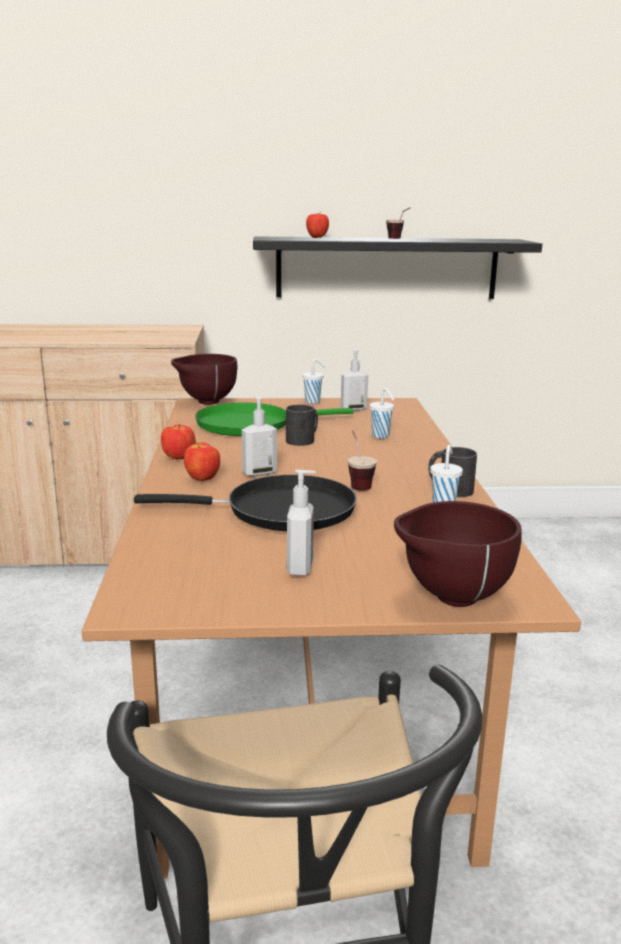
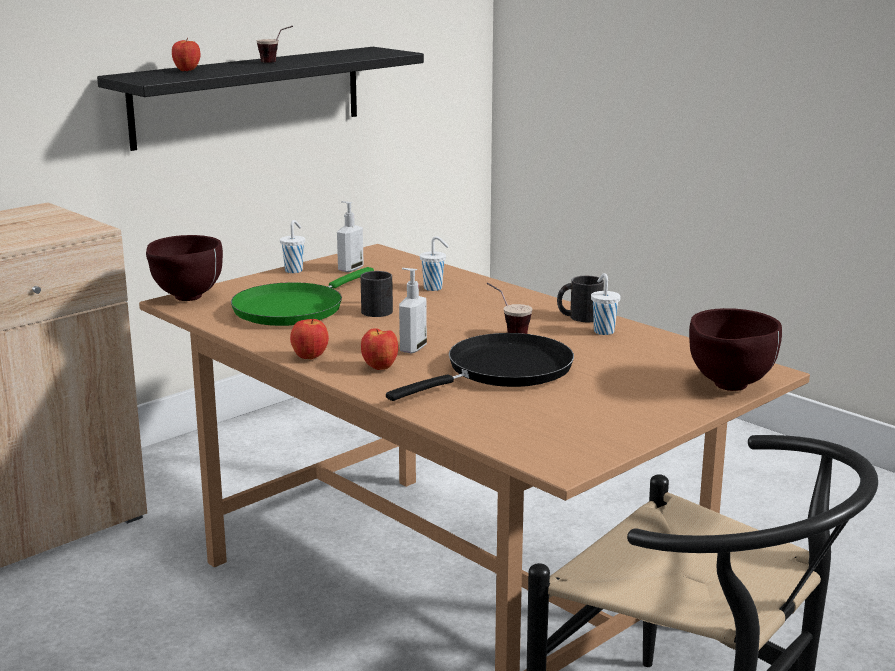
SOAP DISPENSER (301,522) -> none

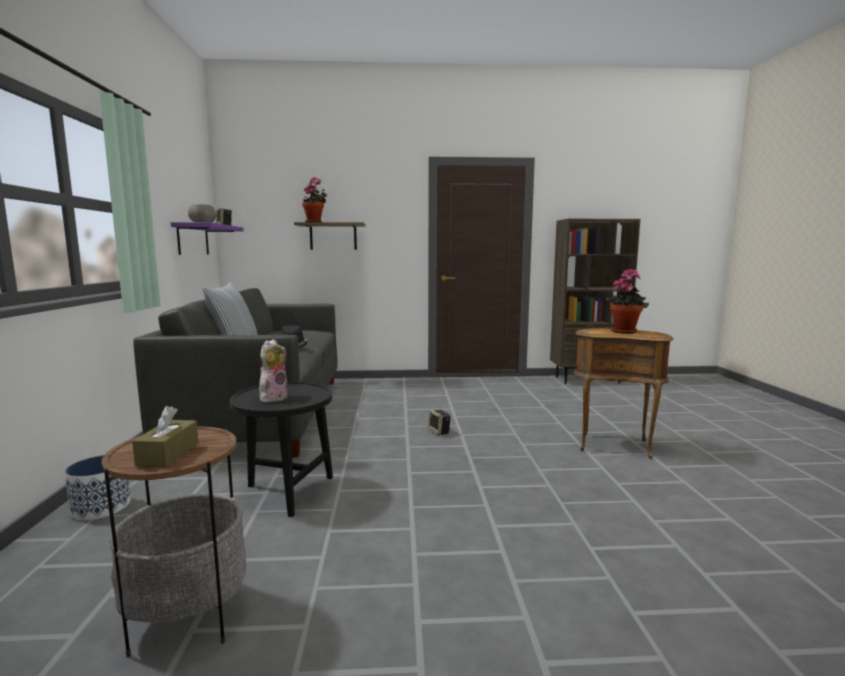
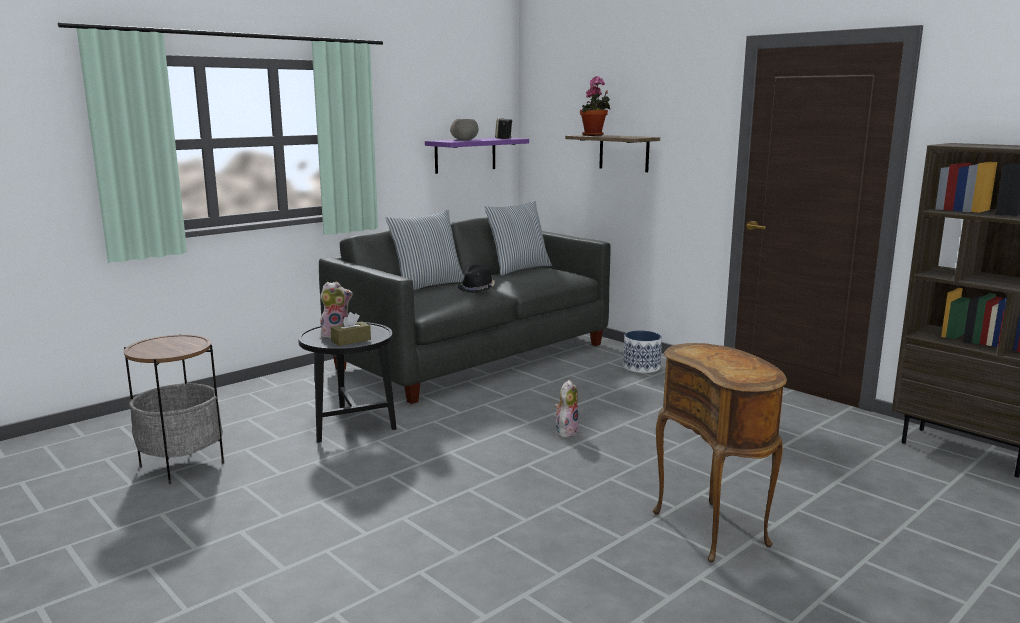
HOUSEPLANT (627,301) -> none
none -> THROW PILLOW (518,238)
PLANT POT (98,487) -> PLANT POT (642,352), move
BROWNISH TISSUE BOX (165,436) -> BROWNISH TISSUE BOX (350,329), move
AUDIO SPEAKER (439,422) -> CUDDLY TOY (567,409)

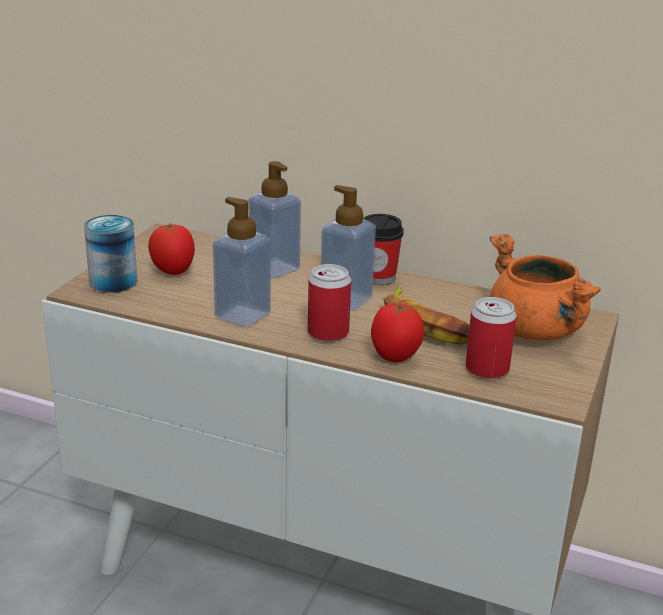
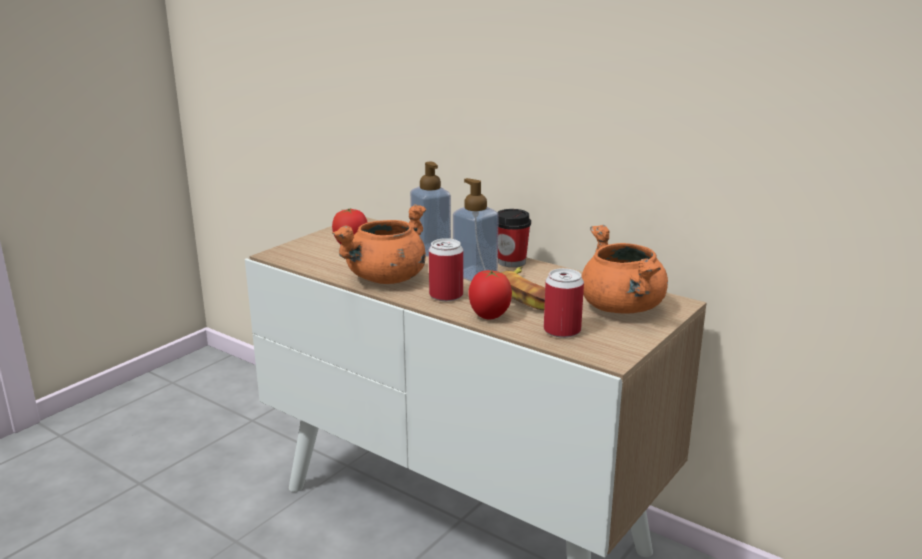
CAN (110,254) -> none
SOAP DISPENSER (242,262) -> ORANGEY STOCKPOT (379,244)

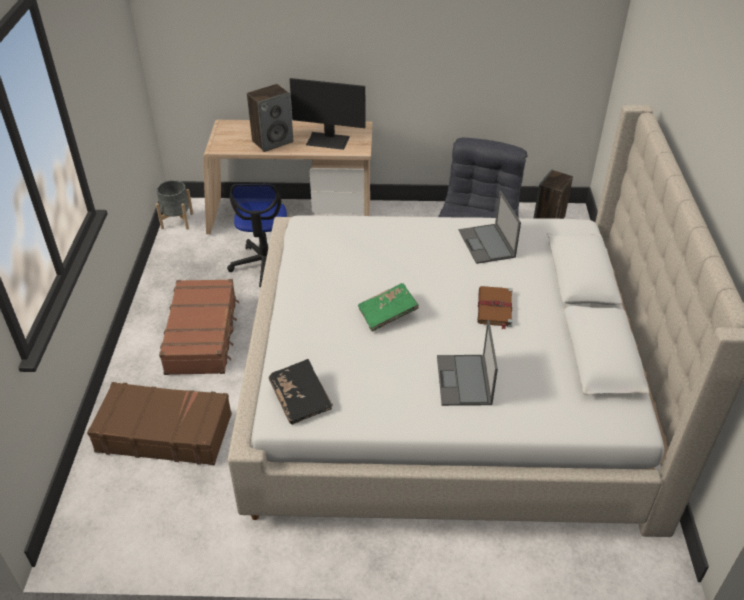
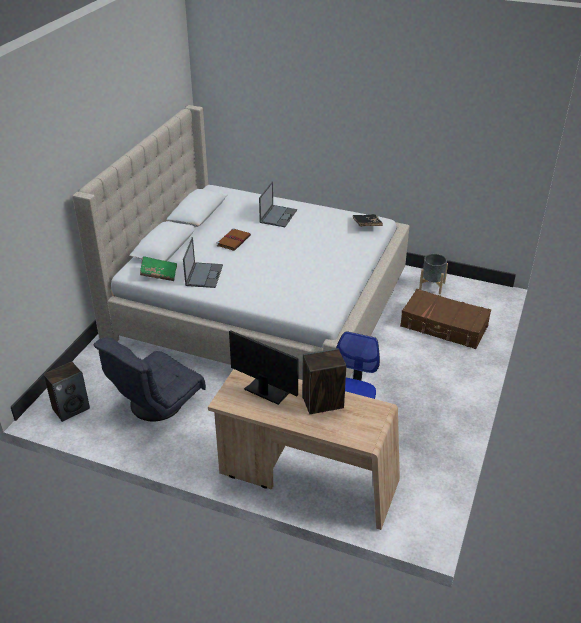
BROWNISH SUITCASE (199,327) -> none
GRAY PLANT POT (174,205) -> GRAY PLANT POT (433,274), move
GREENISH BOUND BOOK (388,307) -> GREENISH BOUND BOOK (158,268), move

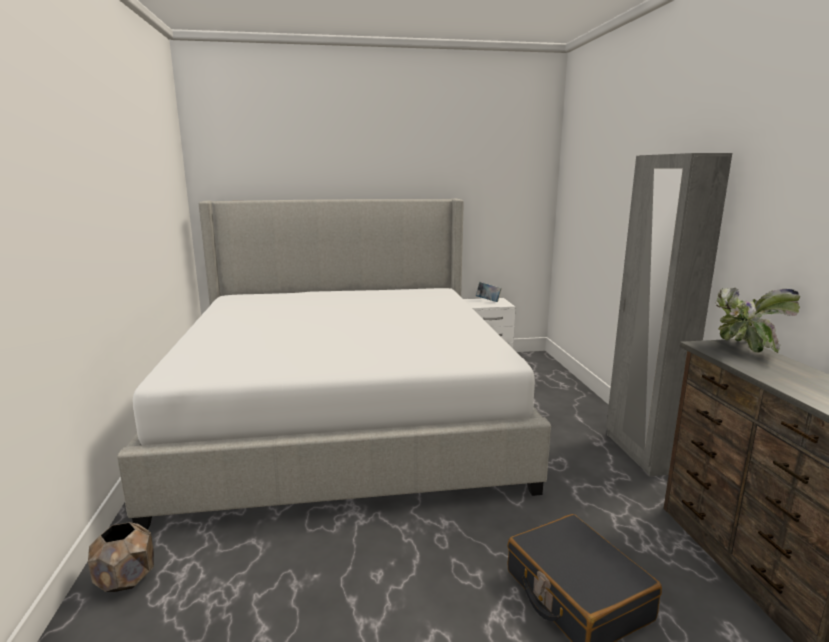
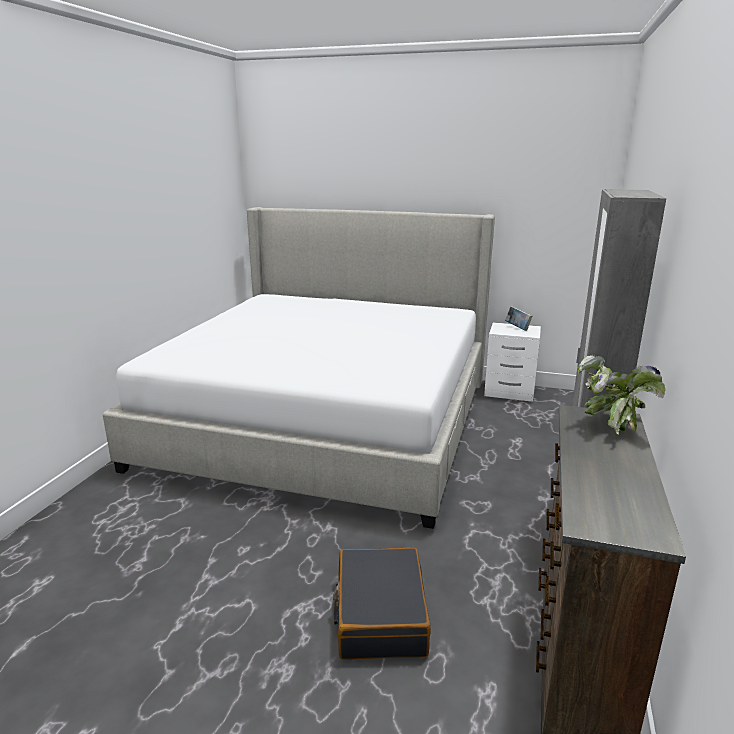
BROWNISH PLANT POT (121,557) -> none

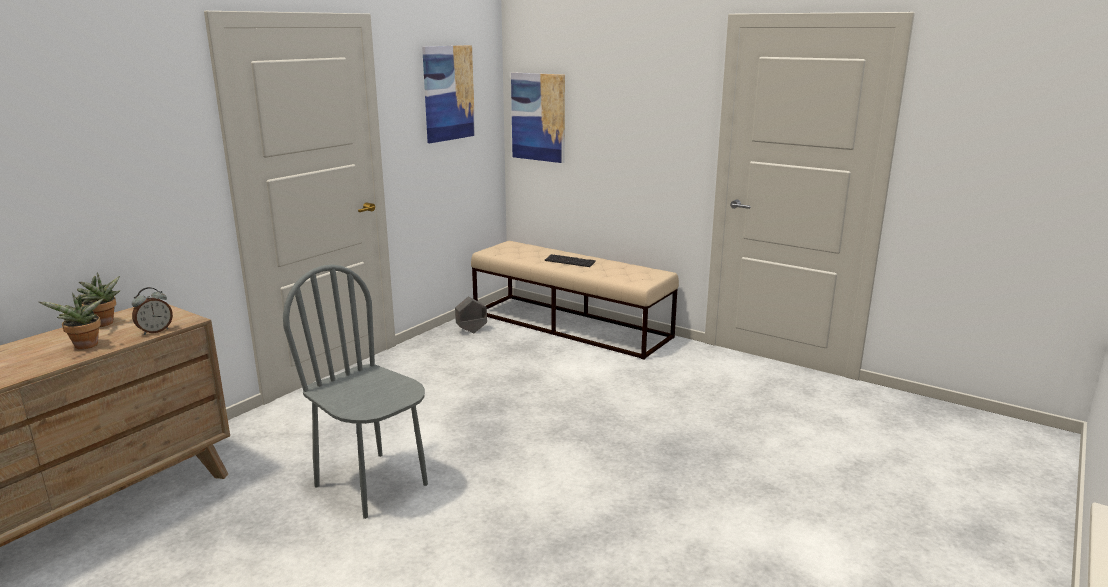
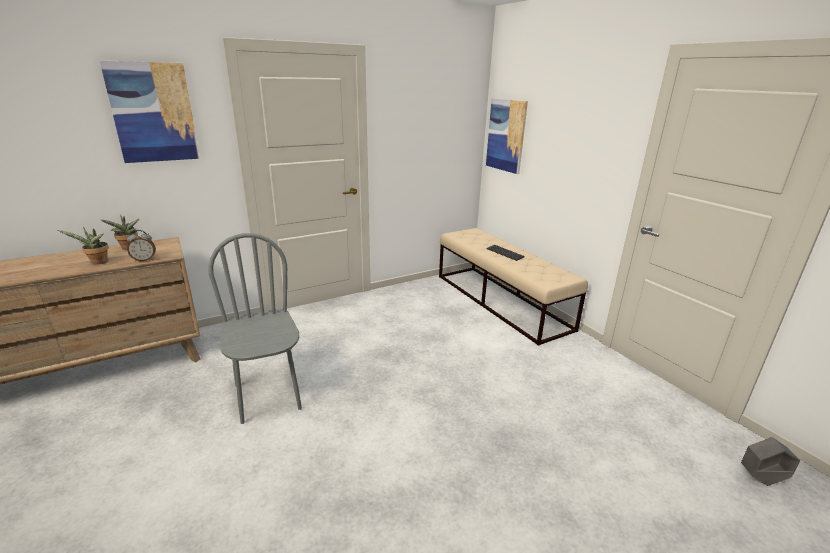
WALL PICTURE (448,94) -> WALL PICTURE (150,112), move
GRAY PLANT POT (471,315) -> GRAY PLANT POT (770,461), move

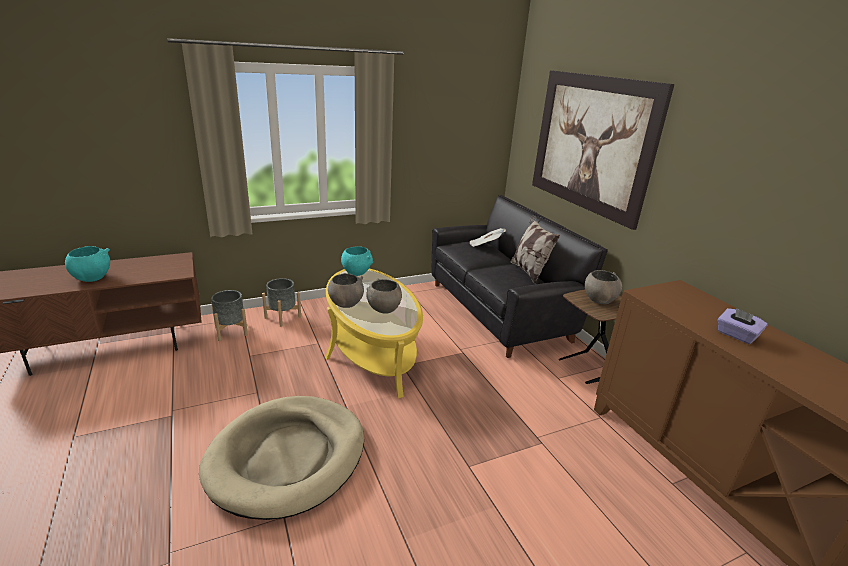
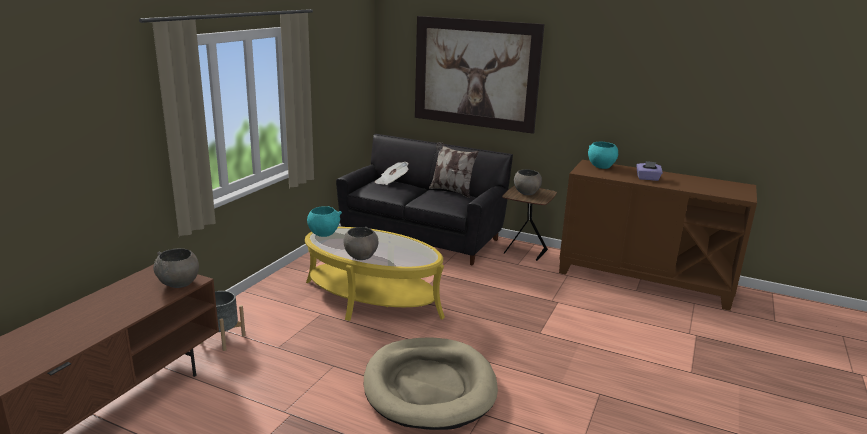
GRAY PLANT POT (281,302) -> none
TURQUOISE-COLOURED DEEP DISH (87,264) -> TURQUOISE-COLOURED DEEP DISH (603,155), move
GRAY DEEP DISH (384,296) -> GRAY DEEP DISH (176,268), move

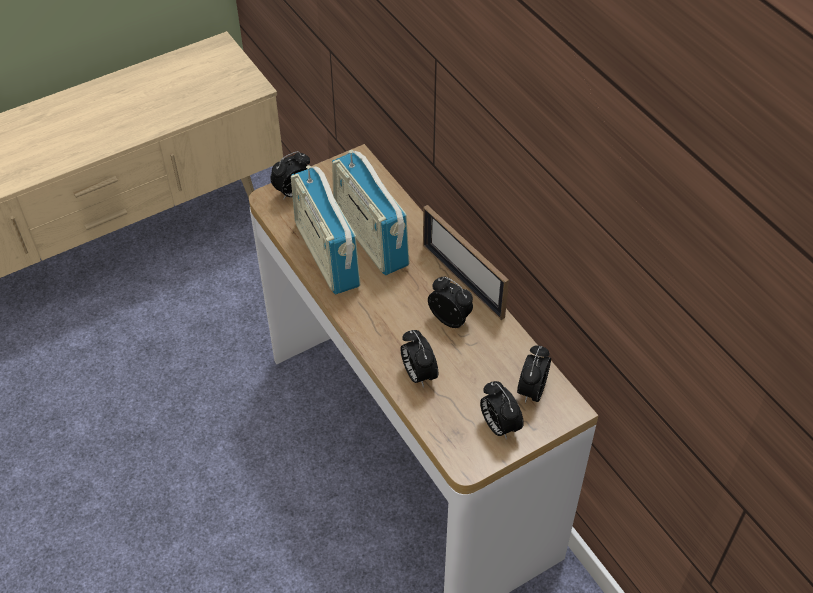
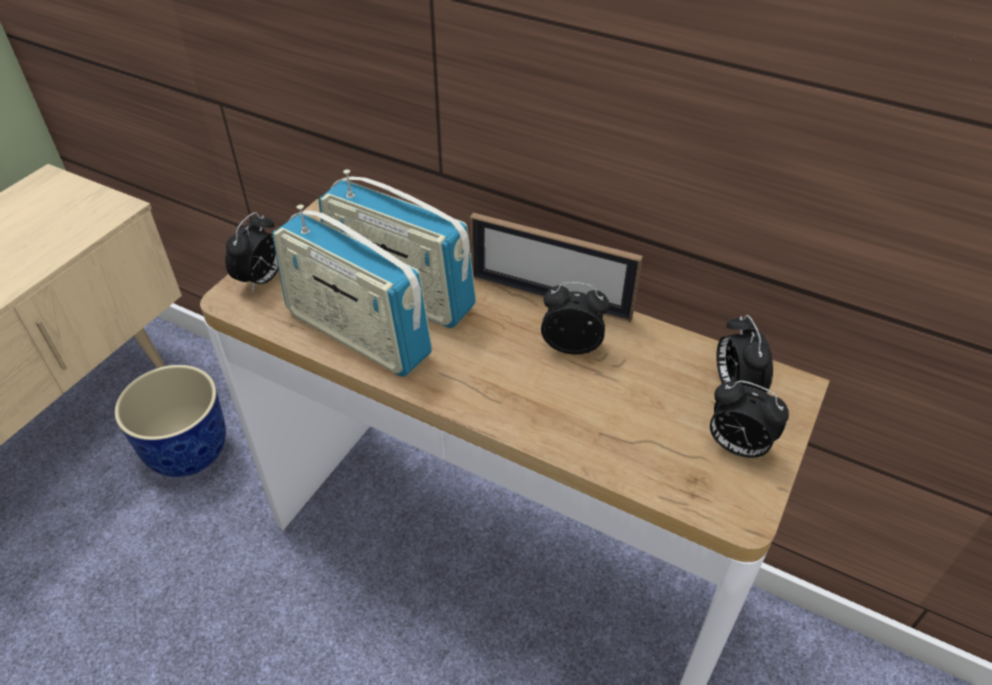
TABLE CLOCK (419,359) -> none
none -> PLANT POT (170,421)

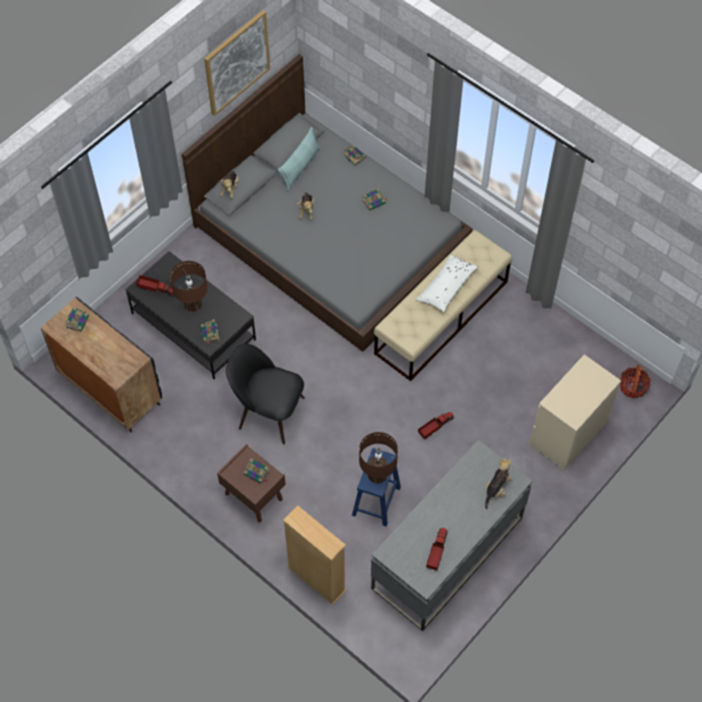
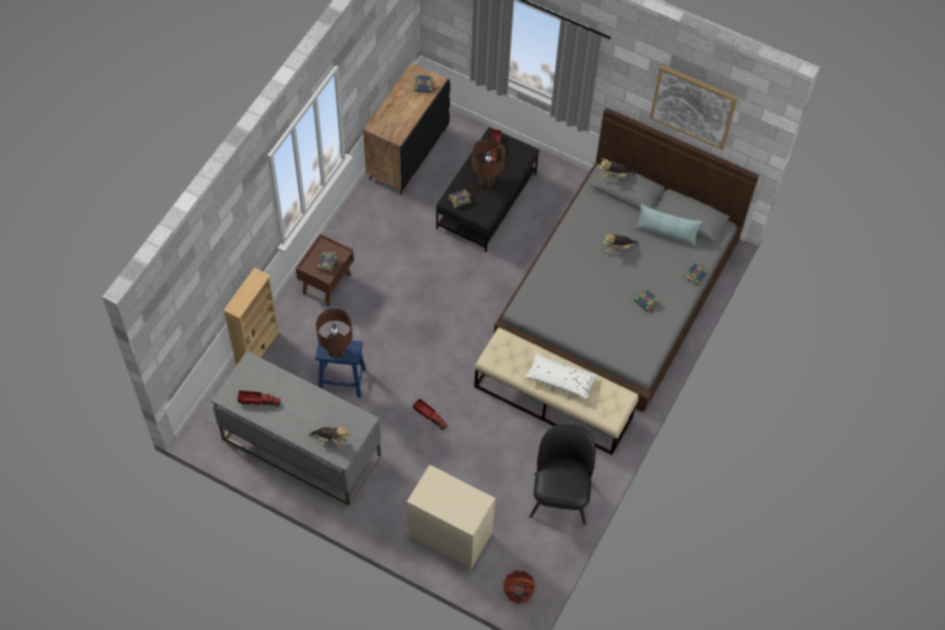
BLACKISH UPRIGHT CHAIR (265,394) -> BLACKISH UPRIGHT CHAIR (562,474), move

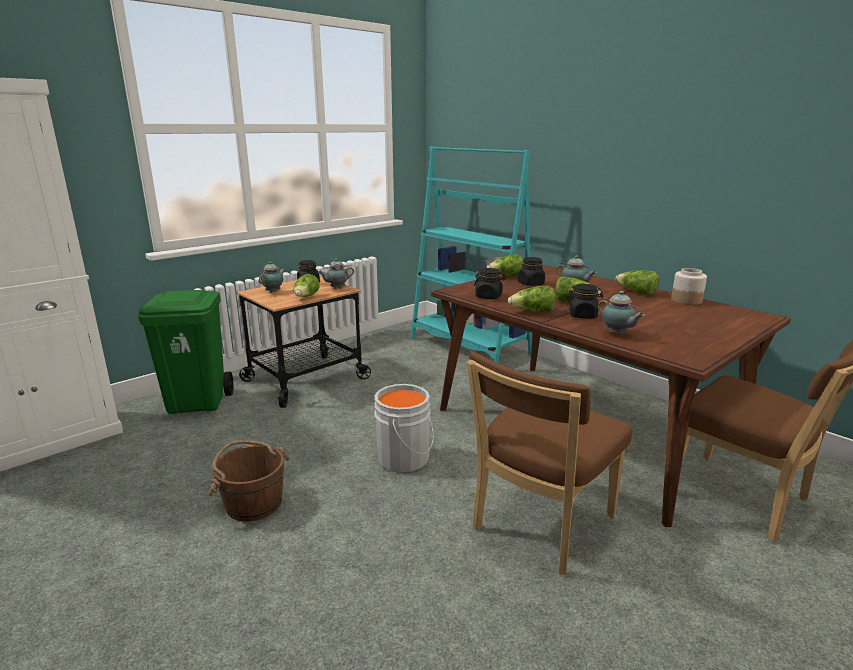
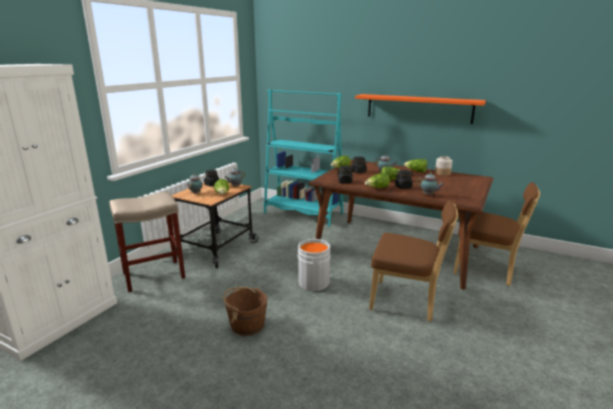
none -> ORANGEY BRACKET SHELF (420,109)
GREENISH WASTE BIN (185,352) -> BEIGE-COLOURED STOOL SEAT (147,242)
BROWNISH UPRIGHT CHAIR (549,463) -> BROWNISH UPRIGHT CHAIR (413,261), 90 degrees counterclockwise

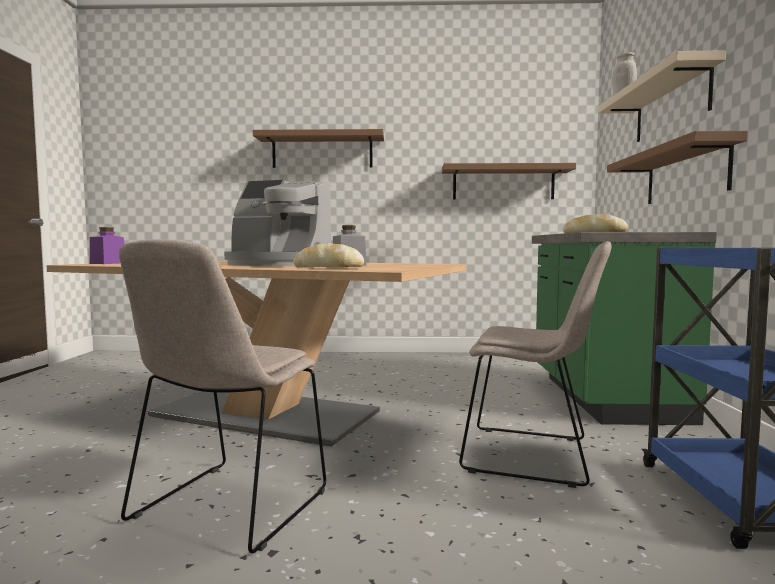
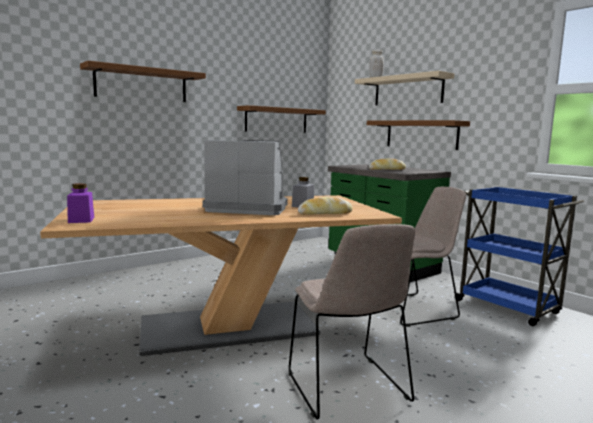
COFFEE MAKER (277,223) -> COFFEE MAKER (245,177), 150 degrees counterclockwise

